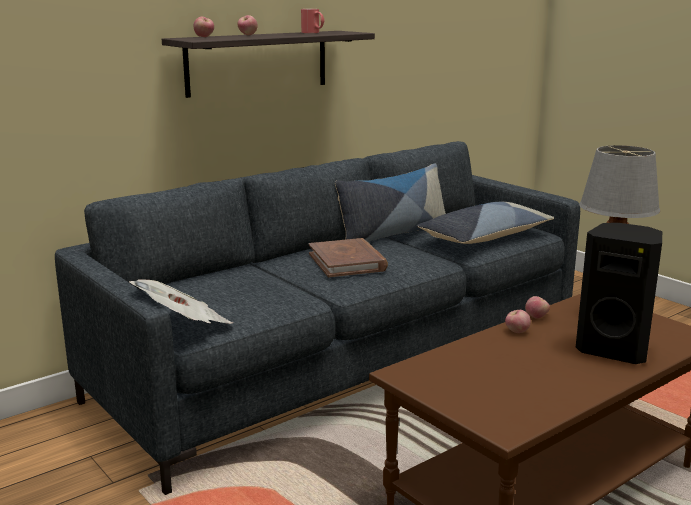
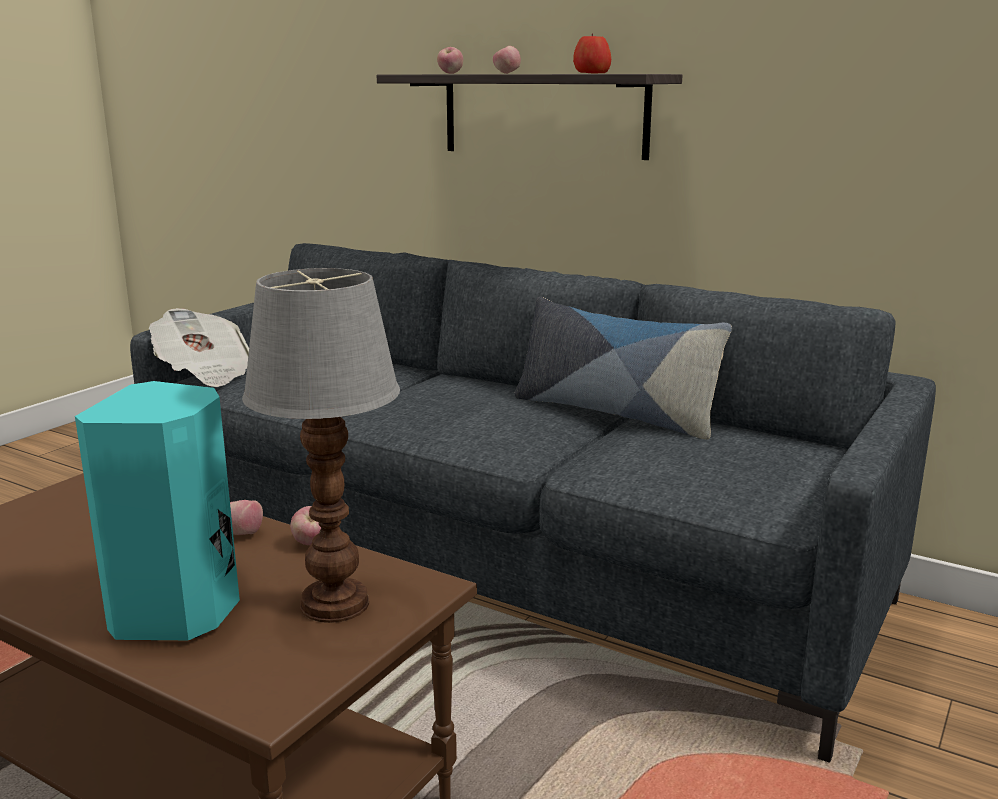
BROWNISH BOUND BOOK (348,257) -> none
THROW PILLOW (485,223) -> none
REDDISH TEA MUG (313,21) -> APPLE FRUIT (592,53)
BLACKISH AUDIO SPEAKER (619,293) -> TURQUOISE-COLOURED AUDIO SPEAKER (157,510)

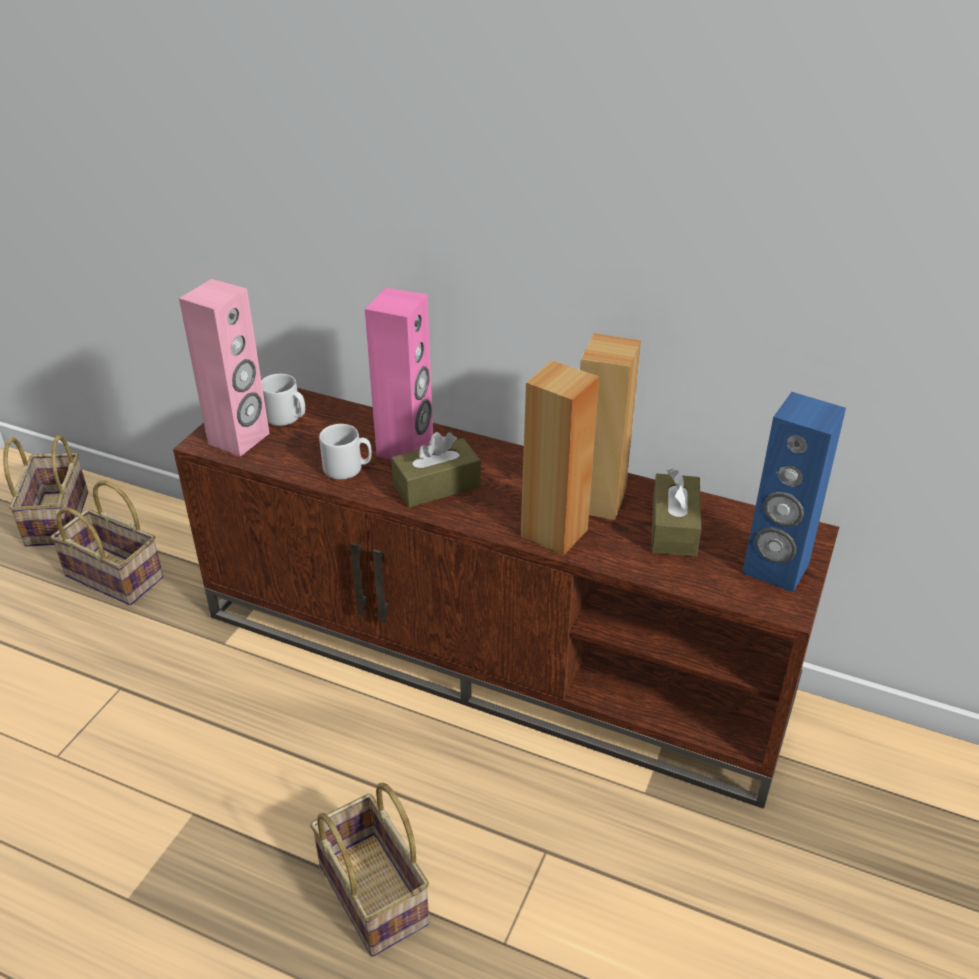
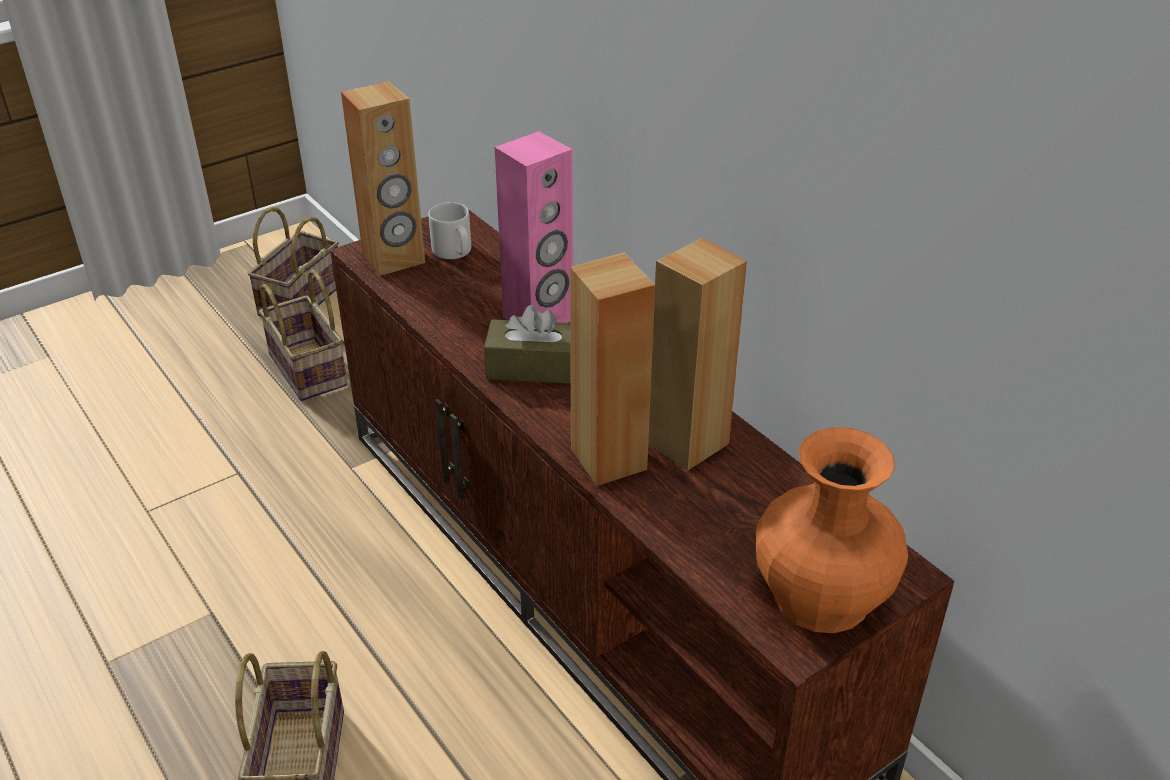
GRAY TEA MUG (345,452) -> none
BROWNISH TISSUE BOX (676,512) -> none
BLUE AUDIO SPEAKER (794,492) -> ORANGEY VASE (832,530)
PINK AUDIO SPEAKER (224,368) -> BROWNISH AUDIO SPEAKER (383,178)

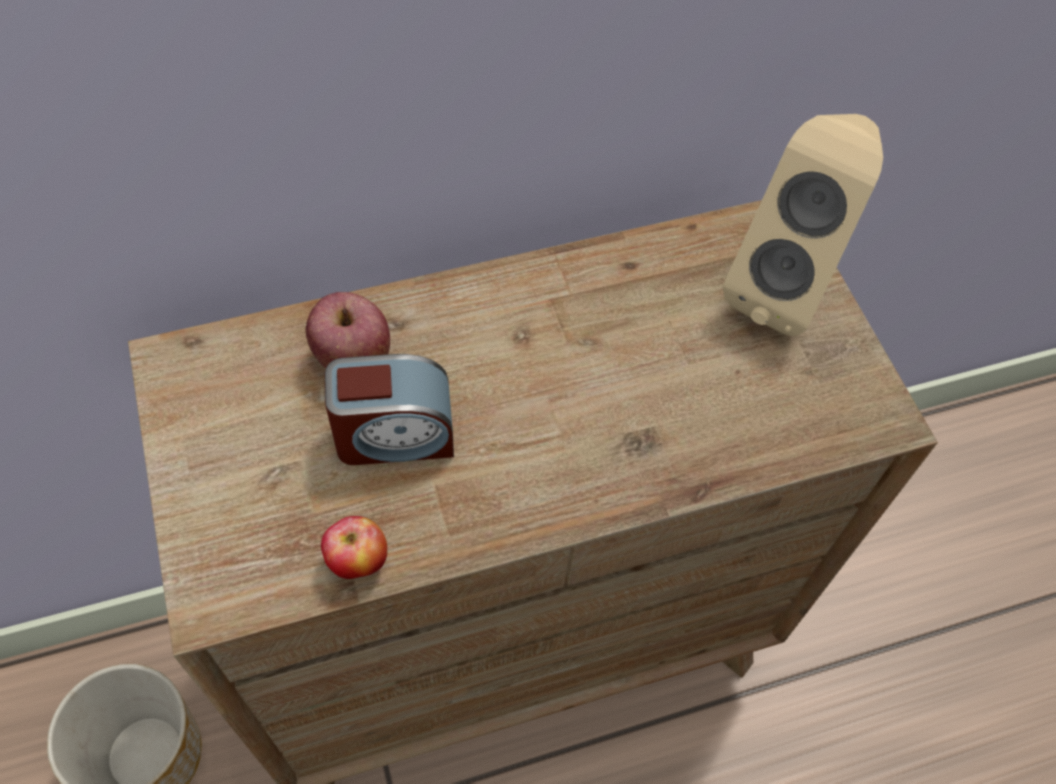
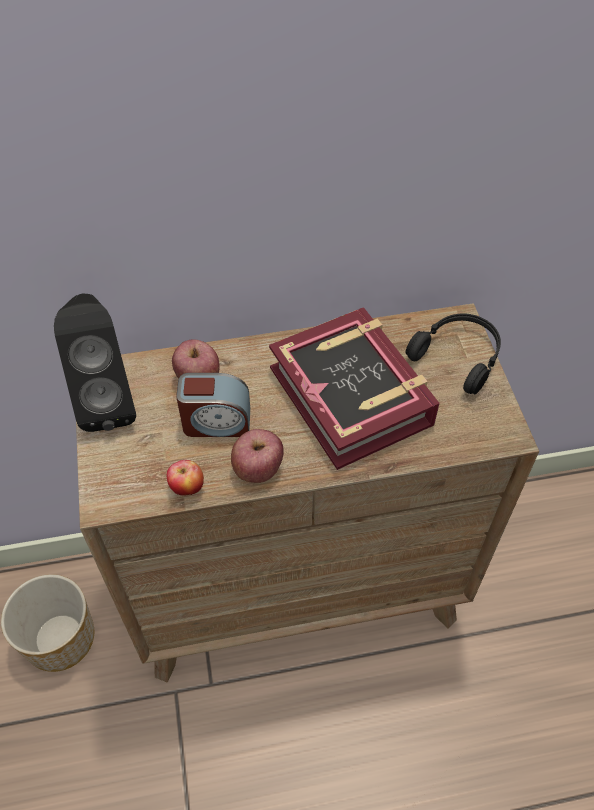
none -> BLACKISH AUDIO SPEAKER (95,363)
none -> APPLE FRUIT (257,456)
none -> BOUND BOOK (354,388)
BEIGE-COLOURED AUDIO SPEAKER (803,225) -> BLACKISH HEADPHONES (453,354)

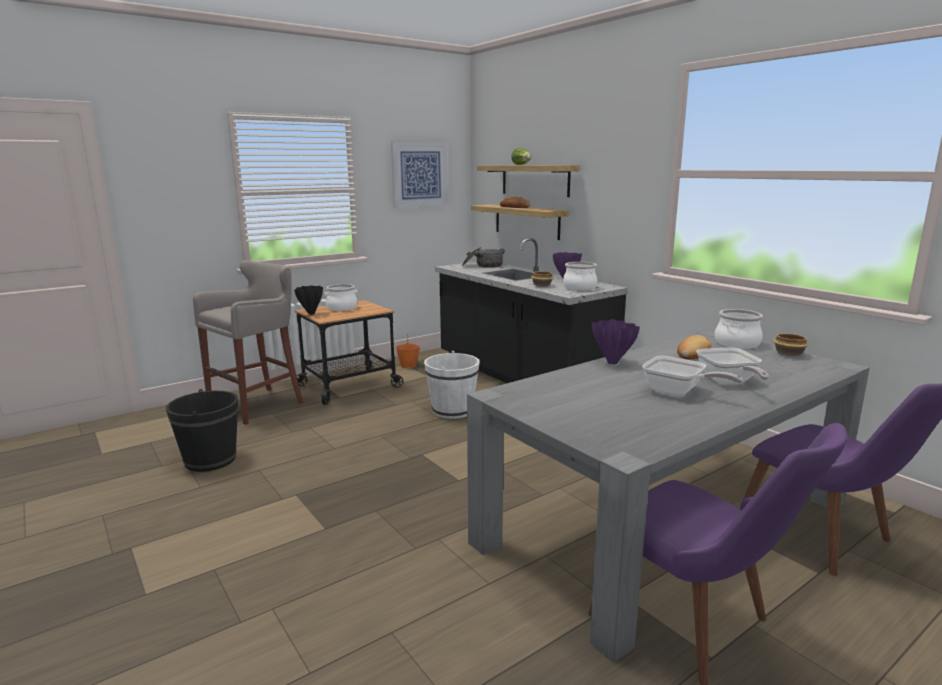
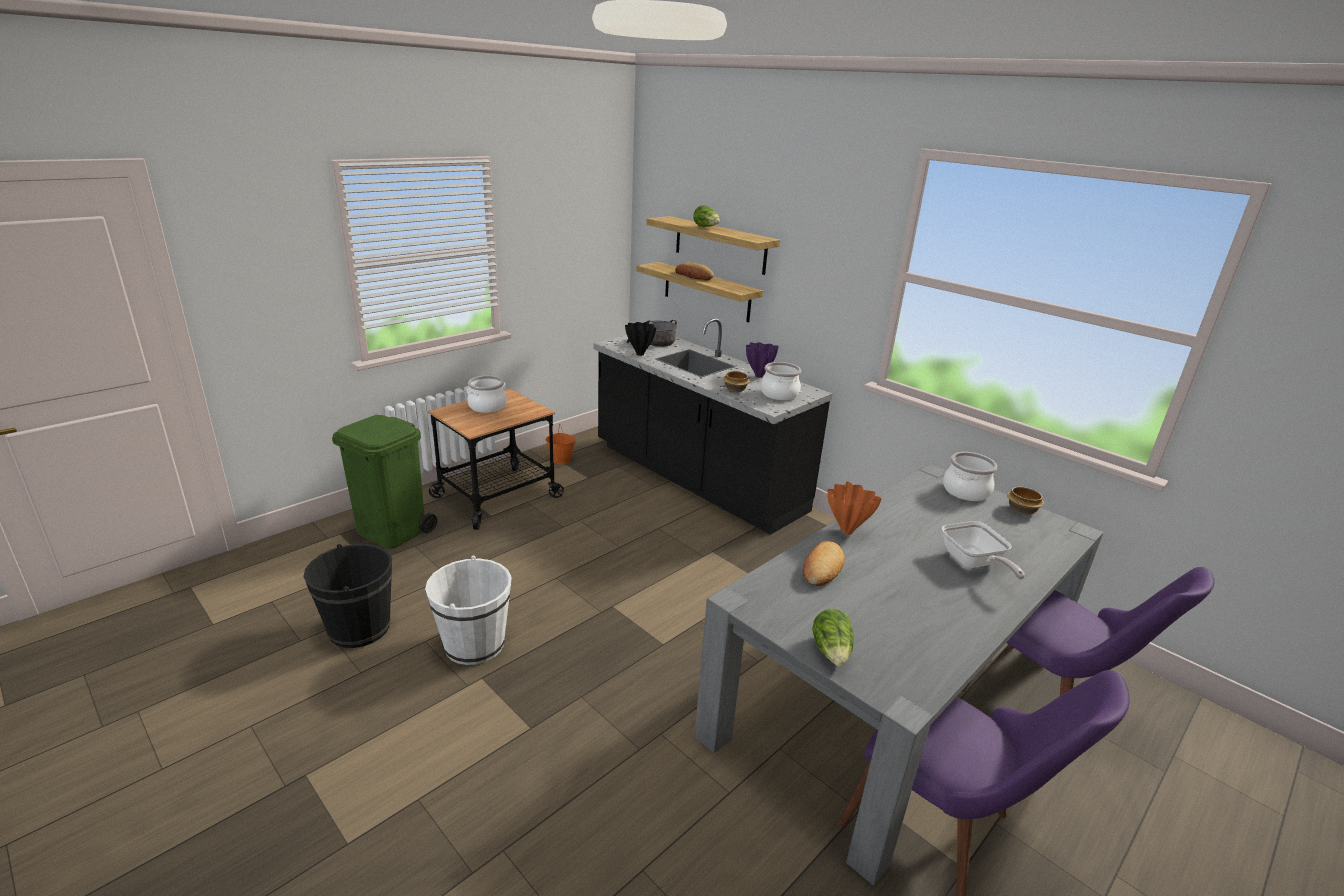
WALL PICTURE (419,175) -> none
SKILLET (692,376) -> none
none -> LETTUCE HEAD (833,637)
BLACKISH VASE (308,300) -> BLACKISH VASE (640,339), move
WHITE BUCKET (452,385) -> WHITE BUCKET (468,610), move
BREAD (694,347) -> BREAD (824,563), move
GRAY STOOL SEAT (248,342) -> GREENISH WASTE BIN (384,482)
PURPLISH VASE (616,341) -> ORANGEY VASE (854,508)

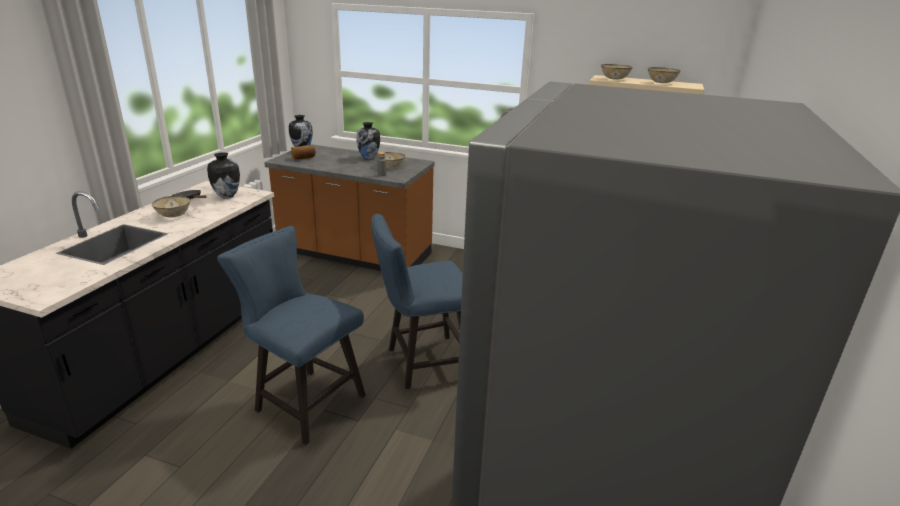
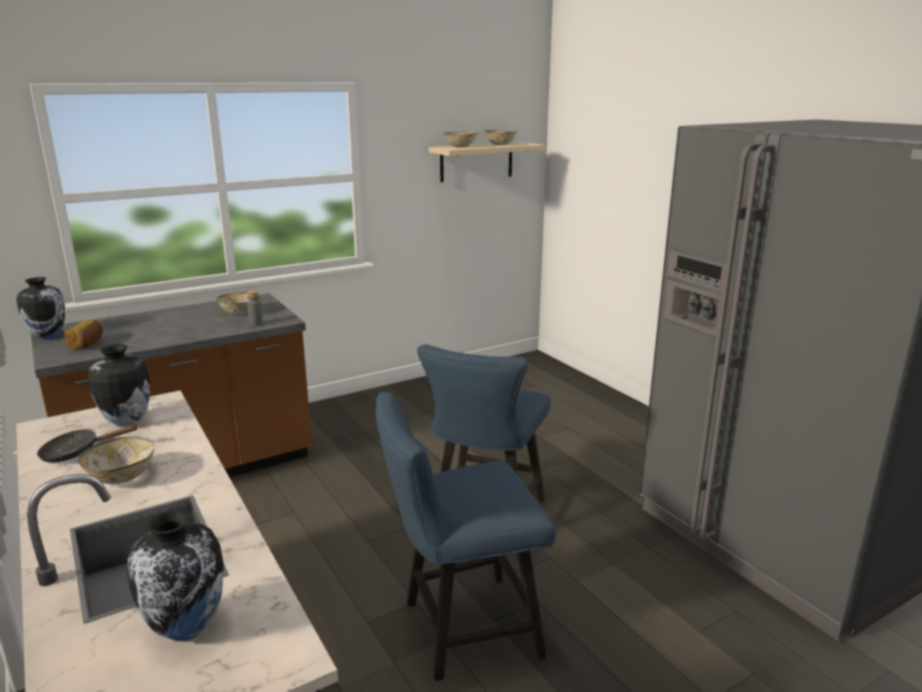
VASE (368,140) -> VASE (175,575), move

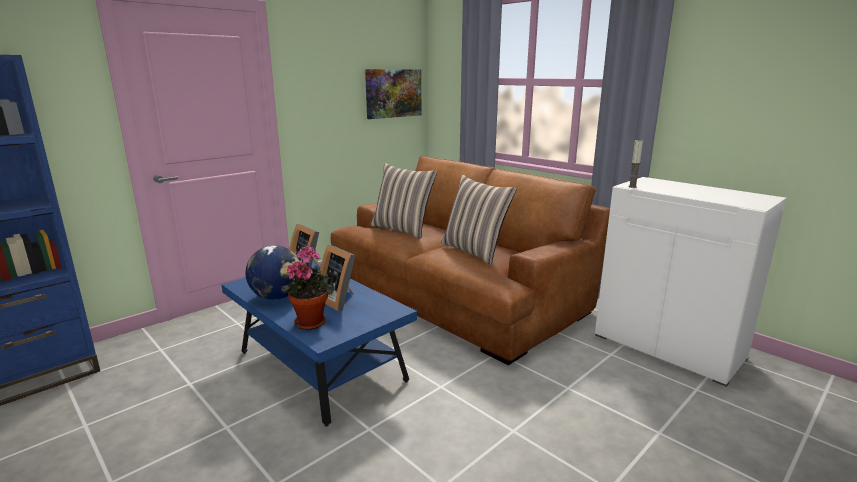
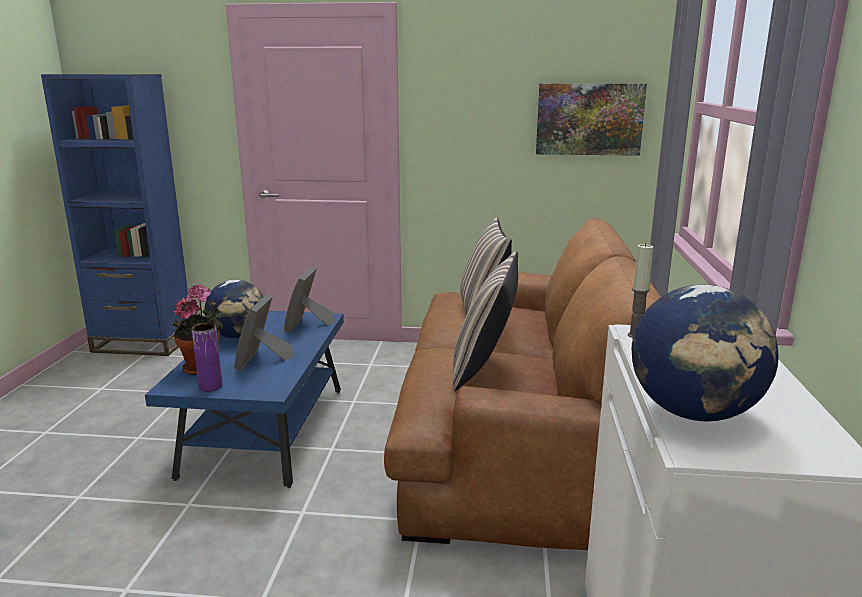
none -> PURPLISH VASE (207,357)
none -> GLOBE (705,353)

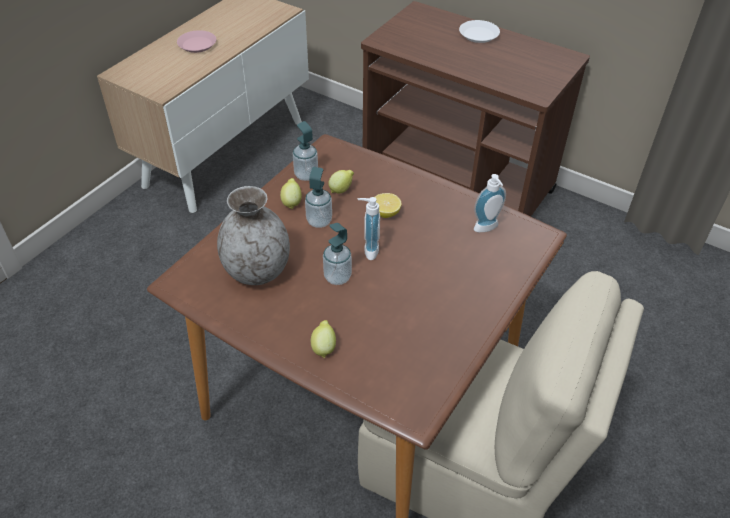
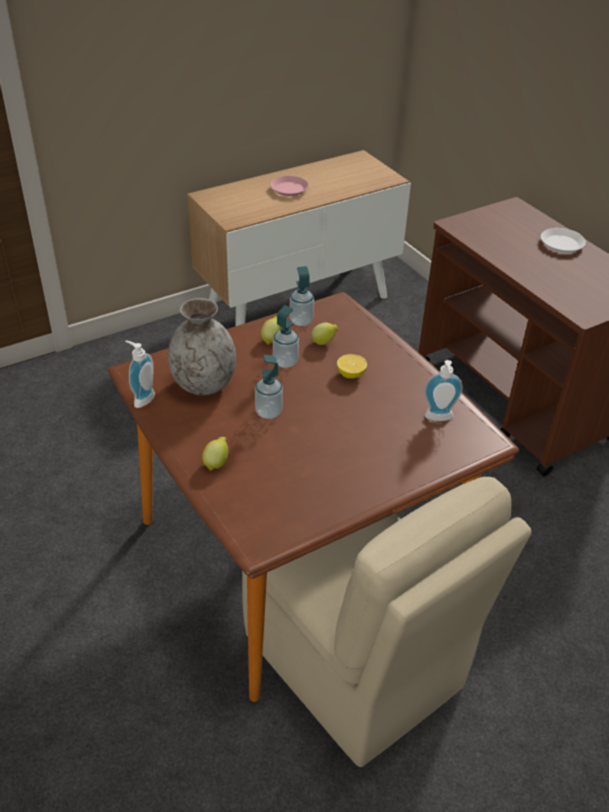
SOAP DISPENSER (369,228) -> SOAP DISPENSER (140,374), move

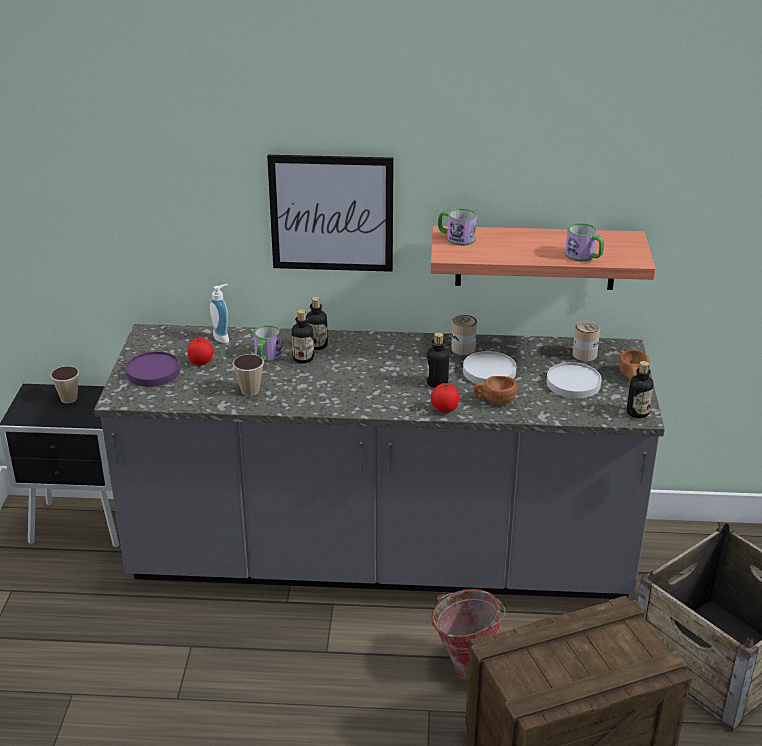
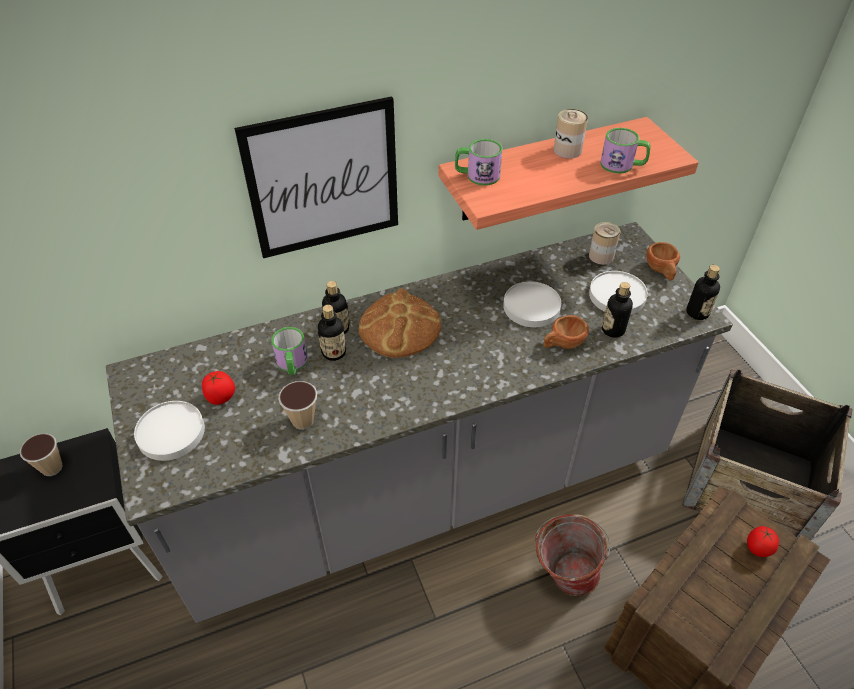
SOAP DISPENSER (219,313) -> none
none -> BREAD (400,323)
DRINK BOTTLE (437,360) -> DRINK BOTTLE (617,310), move
TOMATO (445,398) -> TOMATO (763,541), move
CAN (464,335) -> CAN (571,134), move
PURPLISH PLATE (153,369) -> WHITE PLATE (169,431)

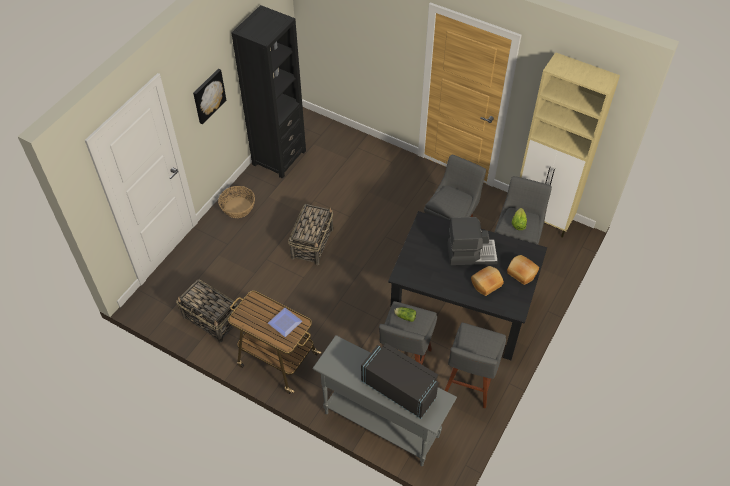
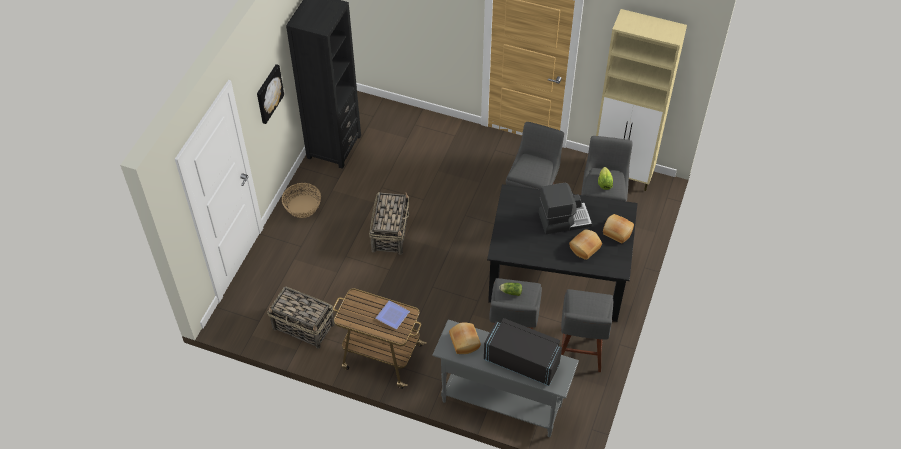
none -> BREAD (465,338)

